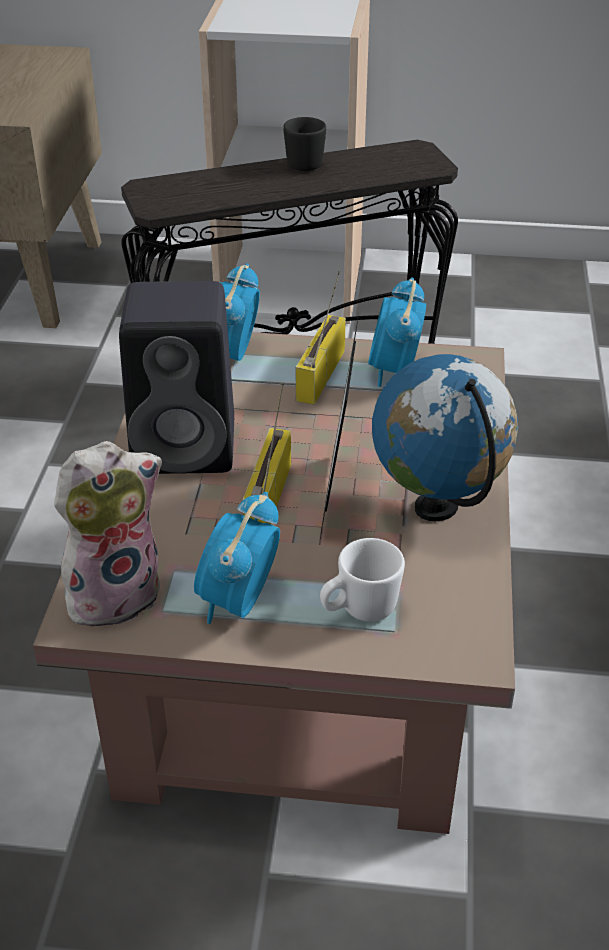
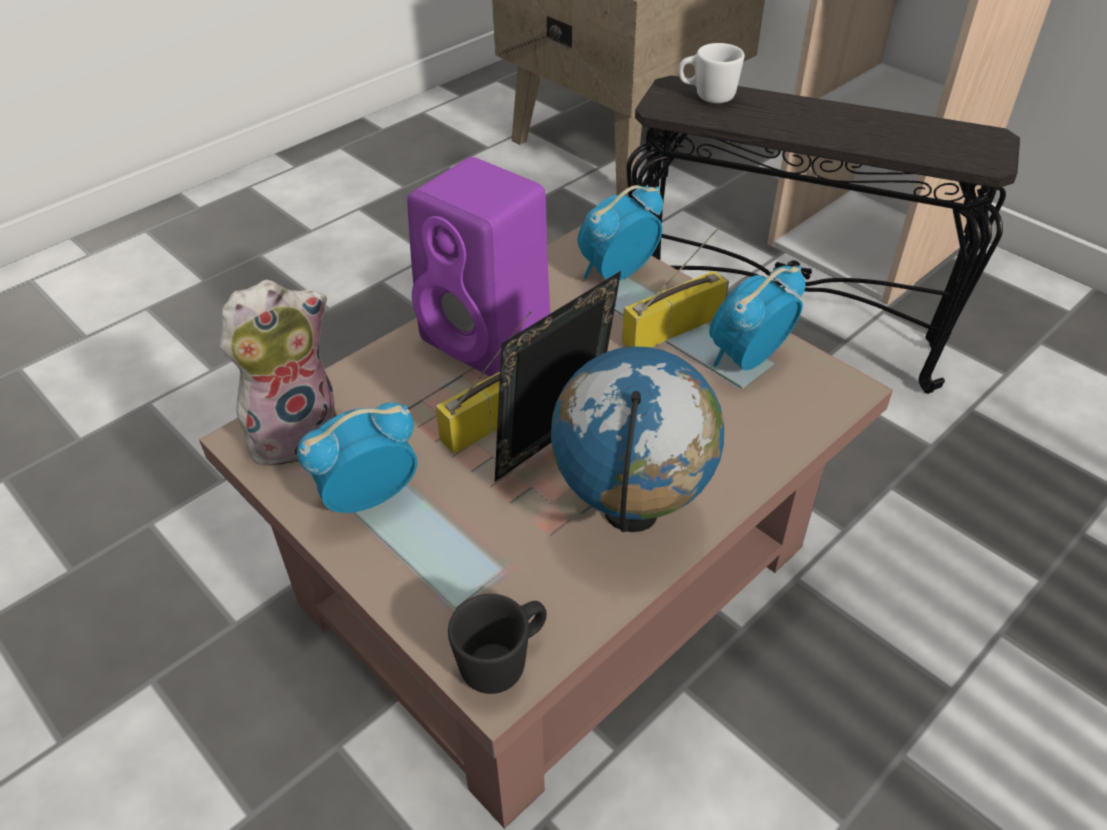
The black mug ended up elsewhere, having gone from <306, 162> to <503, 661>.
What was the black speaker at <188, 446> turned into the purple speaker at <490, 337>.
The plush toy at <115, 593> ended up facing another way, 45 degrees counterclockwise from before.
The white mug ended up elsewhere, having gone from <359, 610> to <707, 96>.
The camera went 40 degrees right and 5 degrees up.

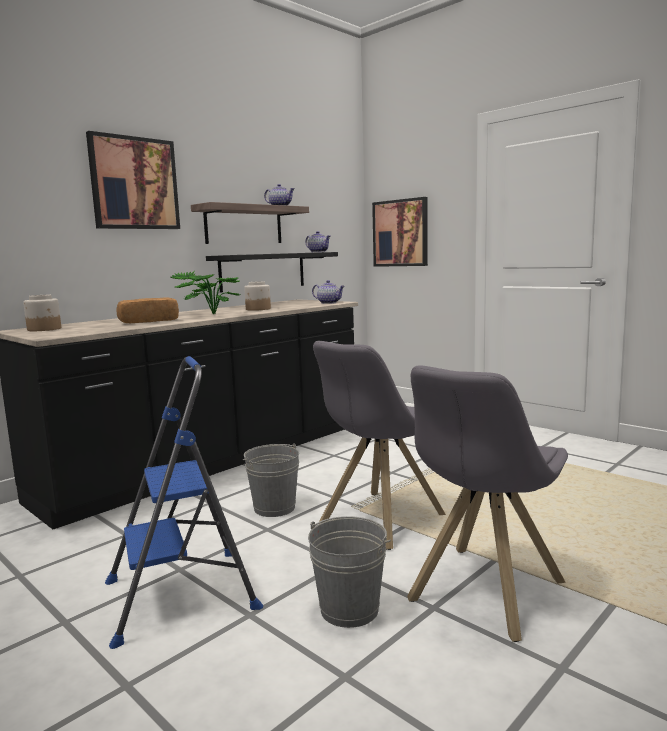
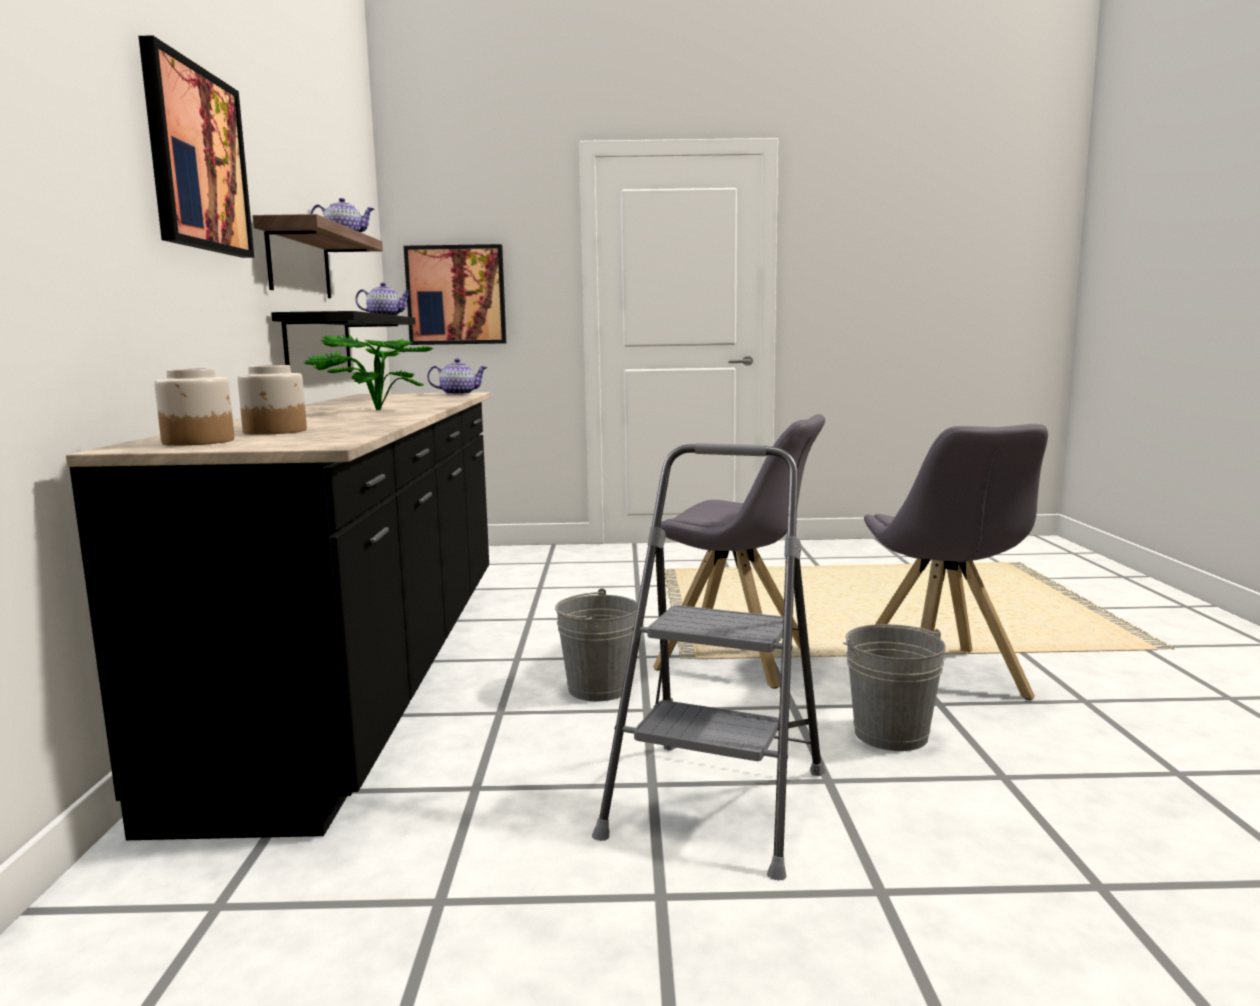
The jar ended up elsewhere, having gone from <258, 309> to <275, 431>.
The second view lost the bread at <149, 321>.
The grey chair at <380, 519> ended up facing another way, 60 degrees counterclockwise from before.
What was the blue step ladder at <186, 592> turned into the grey step ladder at <719, 797>.
The camera went 45 degrees left and 0 degrees up.

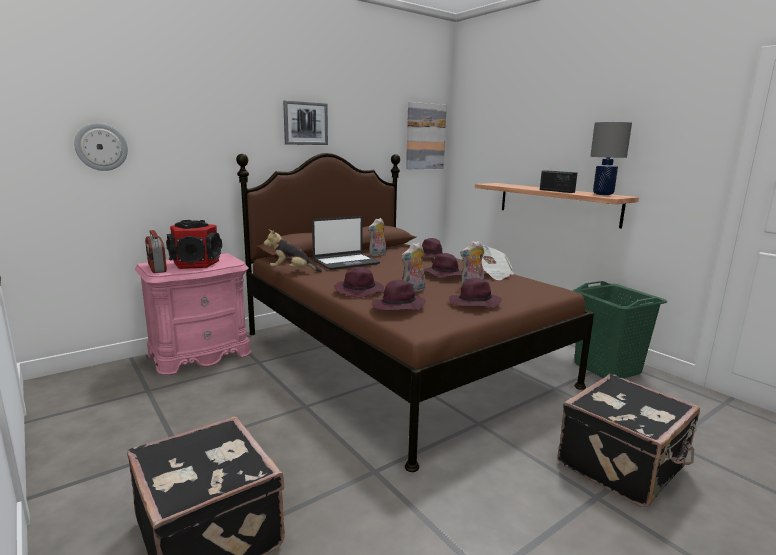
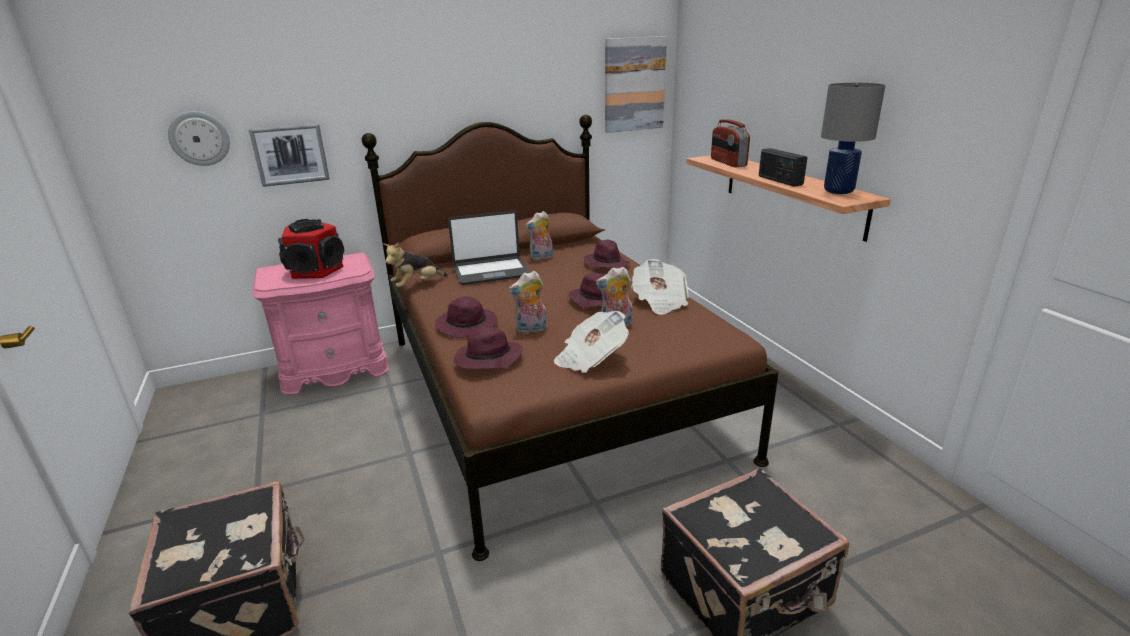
The picture ended up elsewhere, having gone from <305, 123> to <290, 154>.
The plush toy at <292, 271> ended up facing another way, 60 degrees counterclockwise from before.
The radio ended up elsewhere, having gone from <156, 268> to <727, 163>.
Where the purple hat stood at <474, 304>, the newspaper came to stand at <590, 358>.
The second view lost the green laundry basket at <607, 368>.
The camera went 15 degrees right and 10 degrees up.

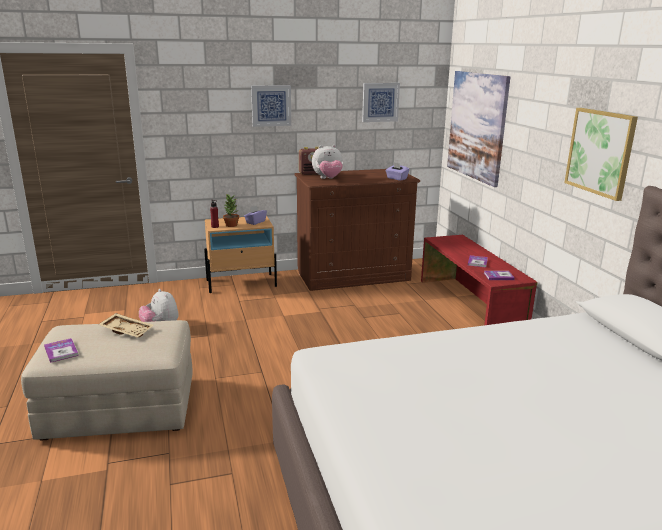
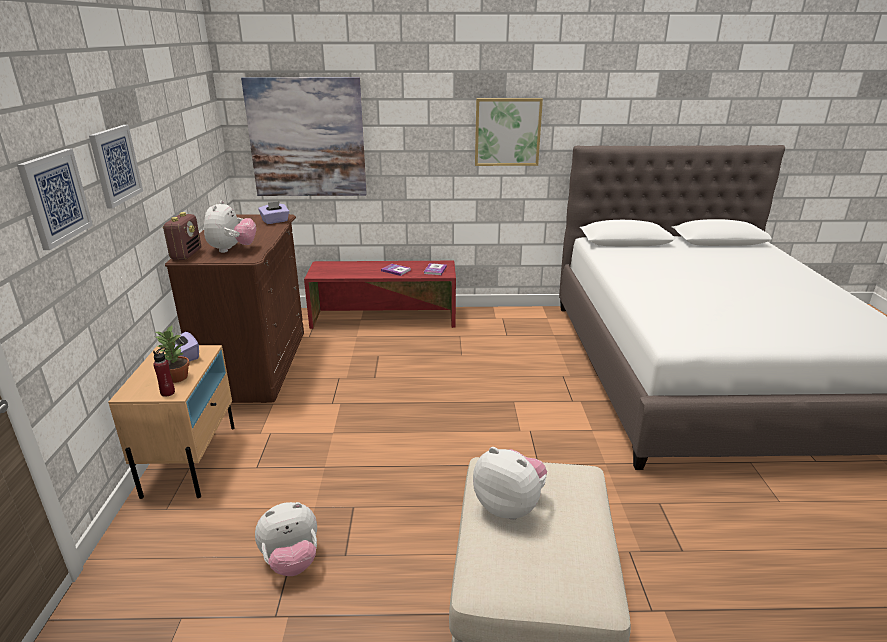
The picture ended up elsewhere, having gone from <380, 102> to <55, 197>.
Where the beige tray stood at <127, 330>, the plush toy came to stand at <509, 505>.
The second view lost the book at <61, 351>.
The camera went 75 degrees left and 5 degrees up.

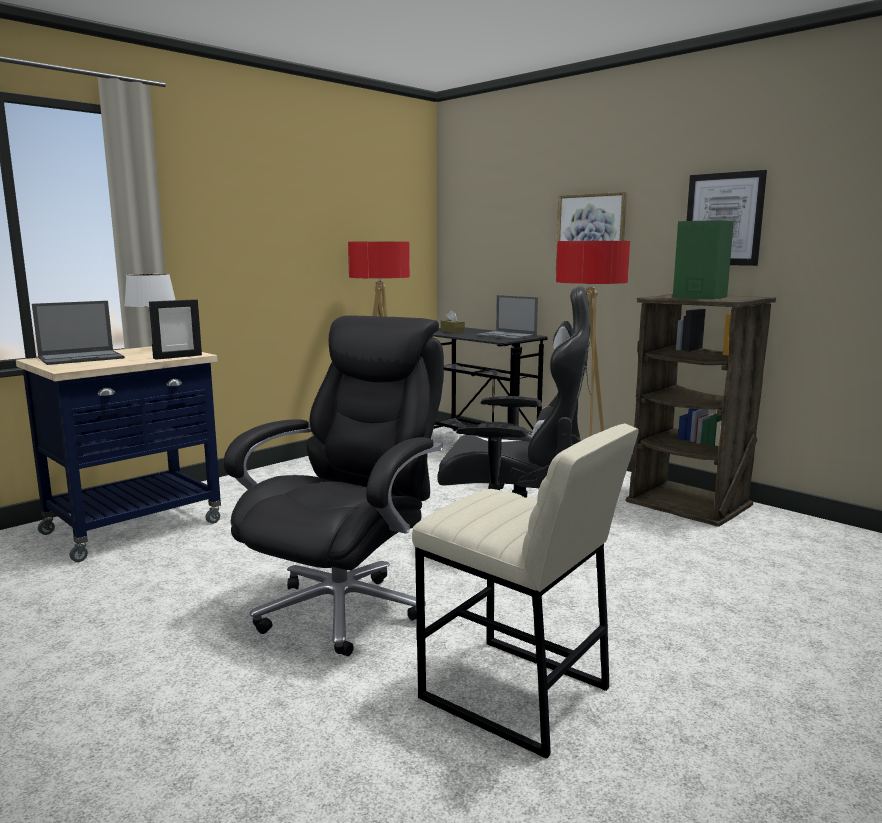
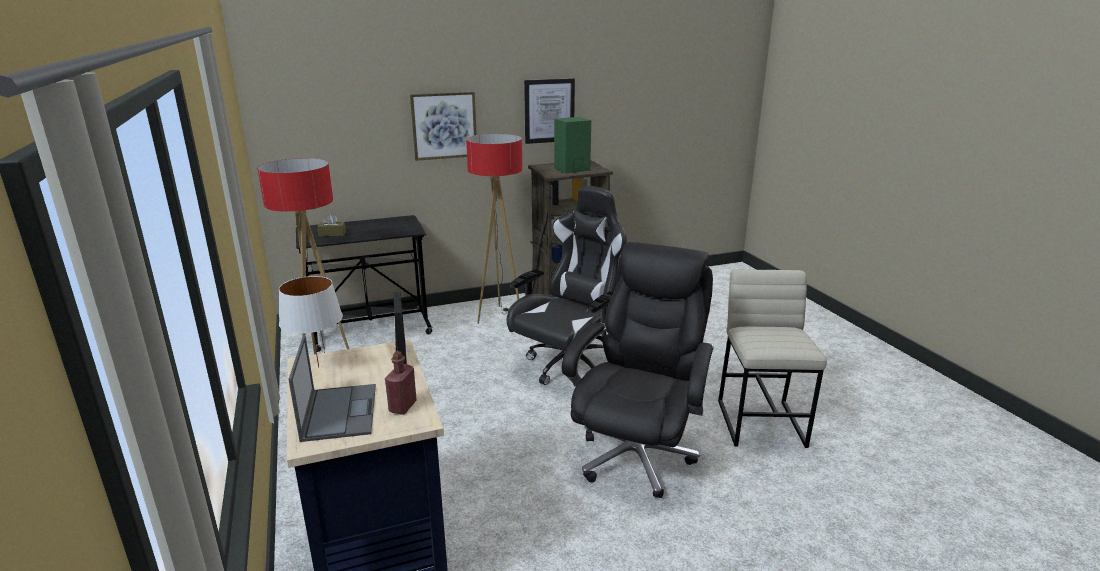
The second view lost the laptop at <506, 336>.
The black office chair at <346, 607> ended up facing another way, 60 degrees clockwise from before.
The beige chair at <519, 695> ended up facing another way, 60 degrees counterclockwise from before.
The second view gained the red bottle at <403, 407>.
The camera went 65 degrees left and 10 degrees up.

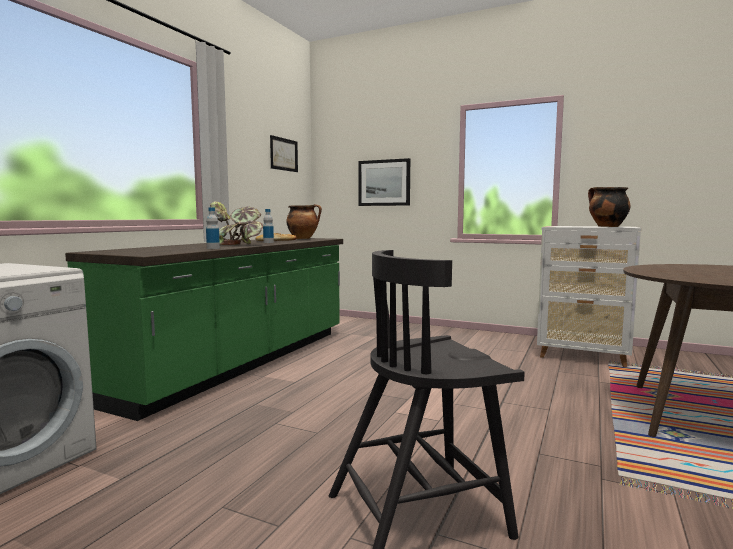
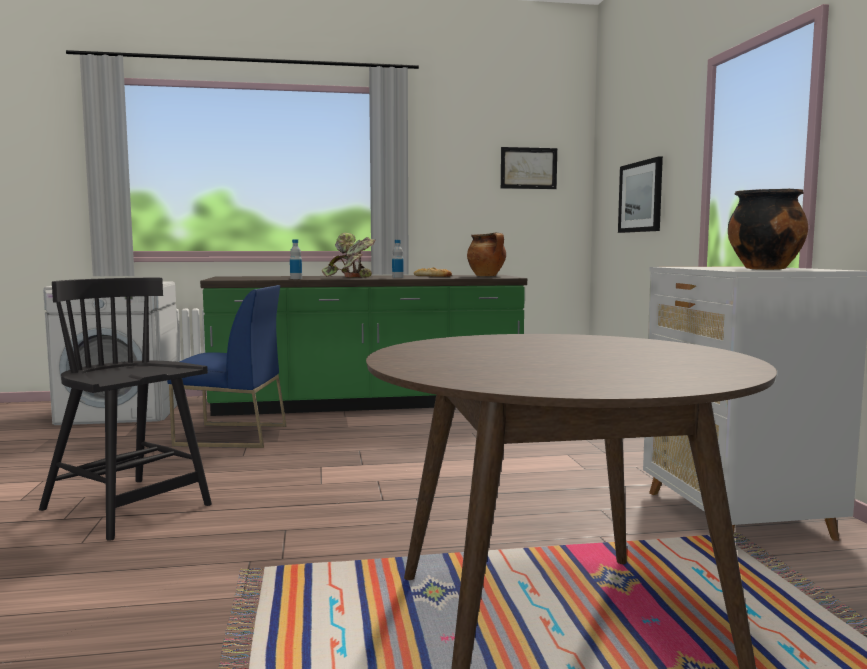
The second view gained the blue chair at <230, 436>.
The camera went 55 degrees right and 0 degrees up.

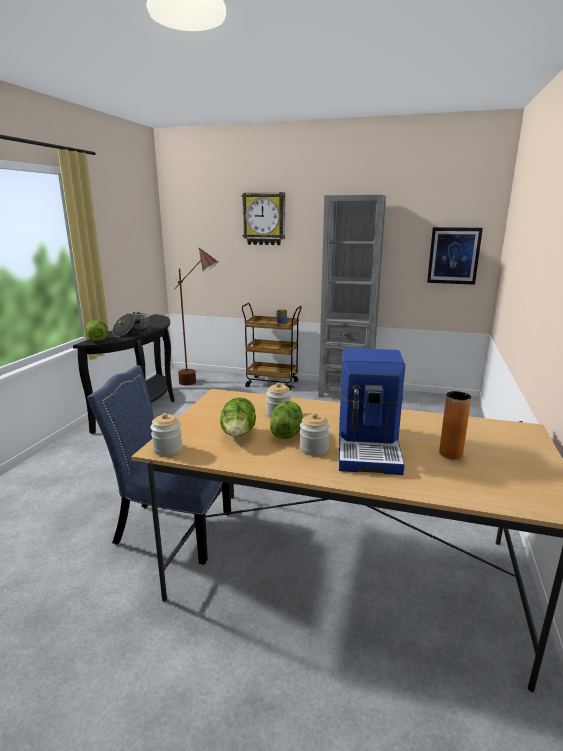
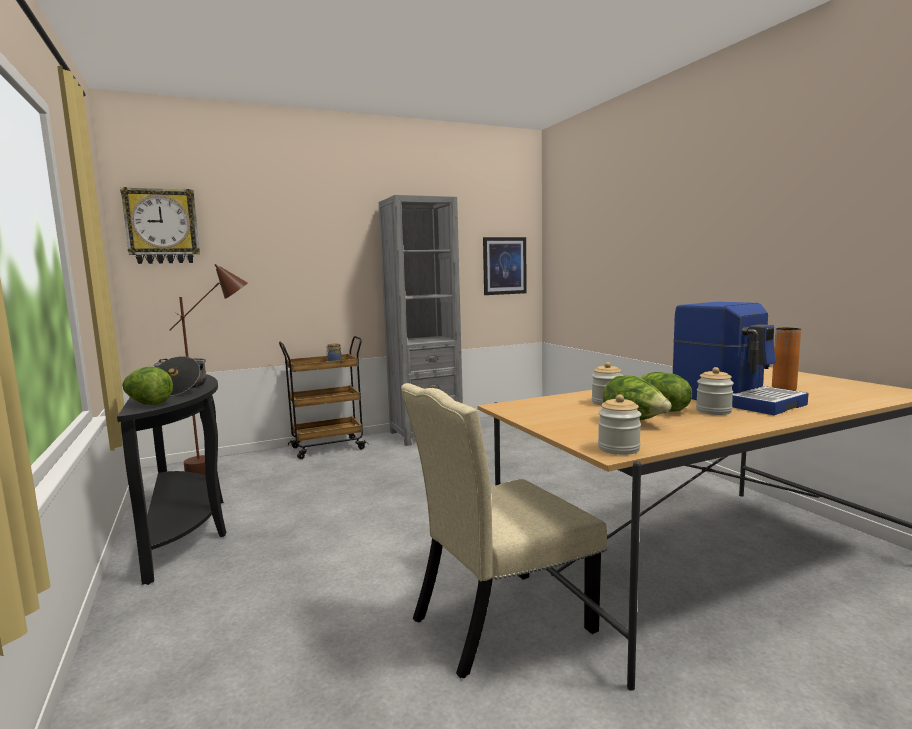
The wall clock ended up elsewhere, having gone from <264, 219> to <162, 226>.
What was the blue chair at <175, 530> turned into the beige chair at <503, 621>.
The camera went 40 degrees left and 10 degrees down.

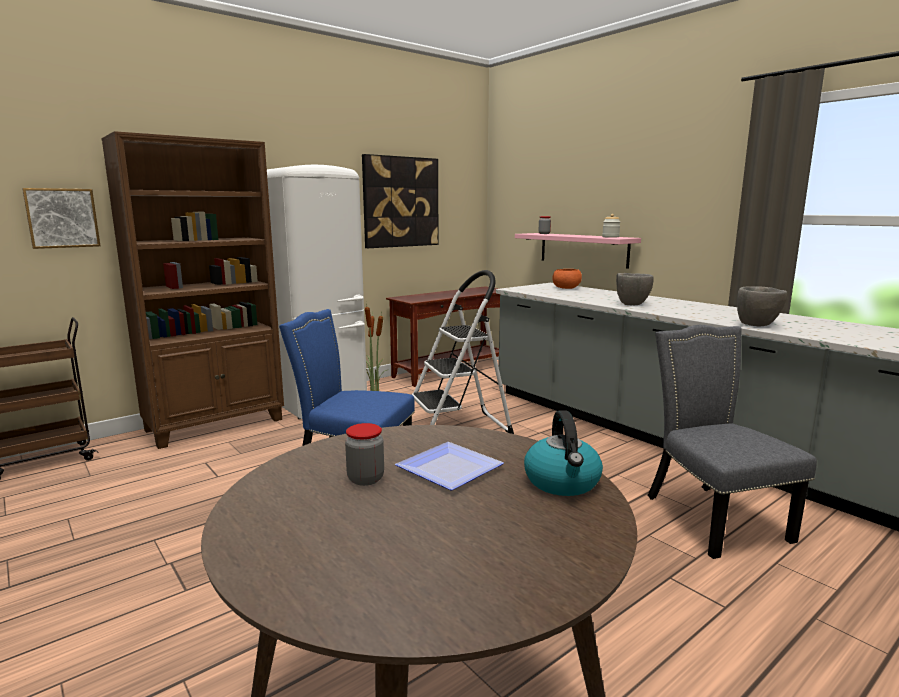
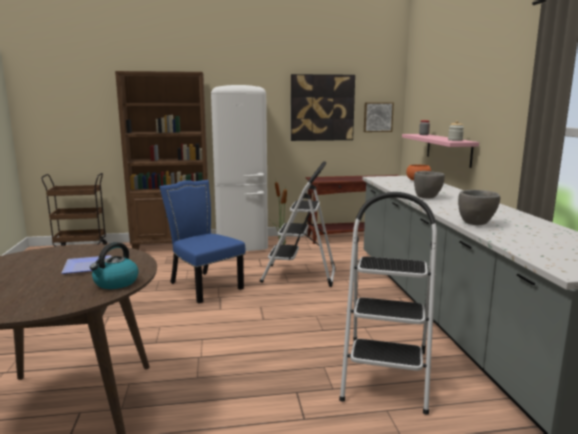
The picture ended up elsewhere, having gone from <62, 218> to <378, 117>.
Where the grey chair stood at <715, 520>, the step ladder came to stand at <387, 373>.
The second view lost the jar at <365, 479>.
The camera went 30 degrees right and 0 degrees up.

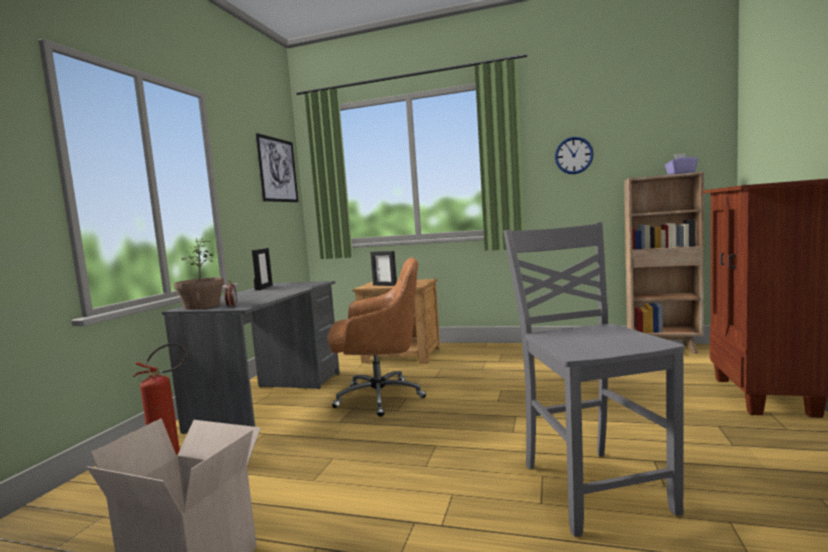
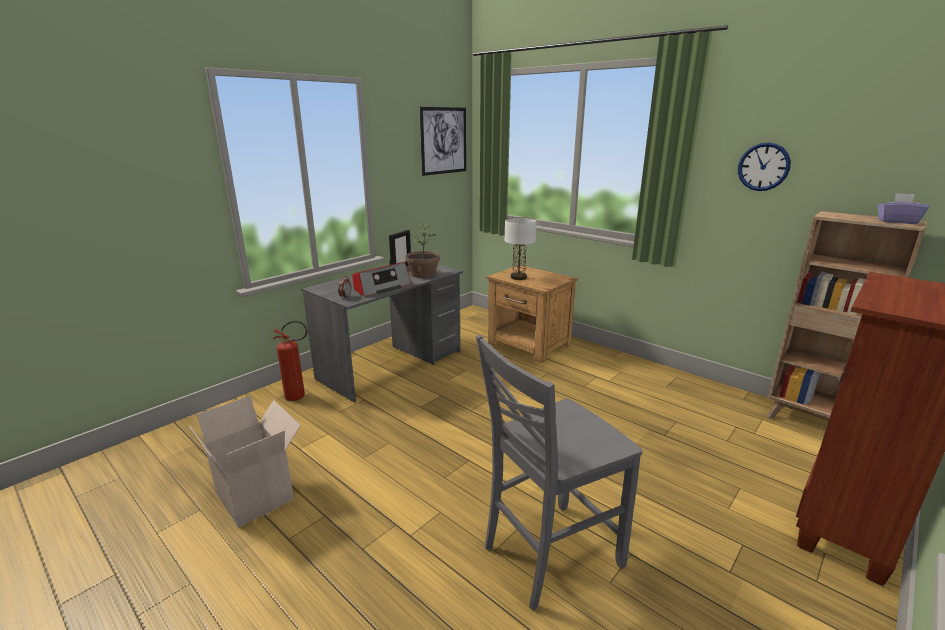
The grey chair at <592, 487> ended up facing another way, 135 degrees counterclockwise from before.
The potted plant ended up elsewhere, having gone from <202, 306> to <423, 274>.
Where the picture frame stood at <385, 285>, the table lamp came to stand at <518, 277>.
The second view lost the brown office chair at <379, 397>.
The second view gained the radio at <381, 287>.
The camera went 25 degrees right and 15 degrees up.

